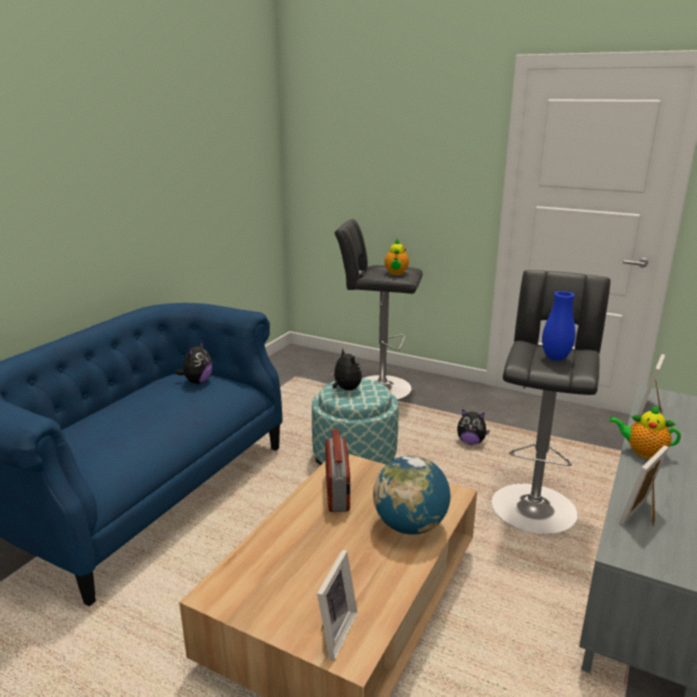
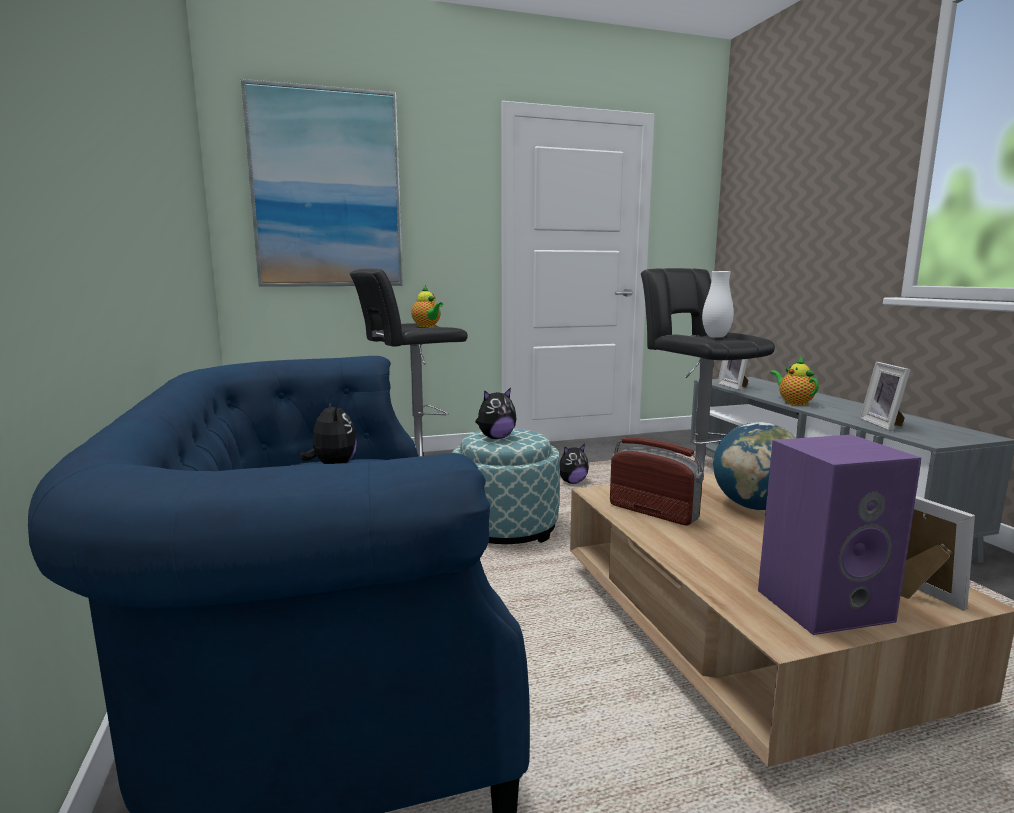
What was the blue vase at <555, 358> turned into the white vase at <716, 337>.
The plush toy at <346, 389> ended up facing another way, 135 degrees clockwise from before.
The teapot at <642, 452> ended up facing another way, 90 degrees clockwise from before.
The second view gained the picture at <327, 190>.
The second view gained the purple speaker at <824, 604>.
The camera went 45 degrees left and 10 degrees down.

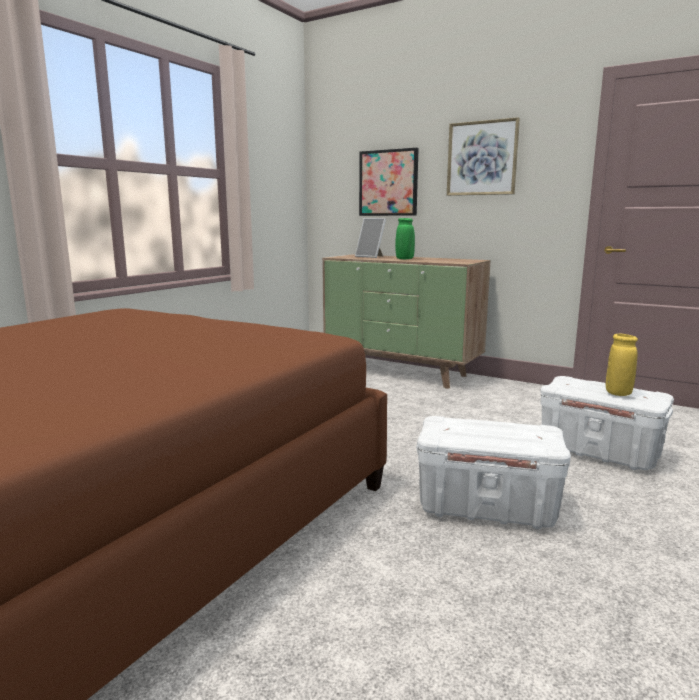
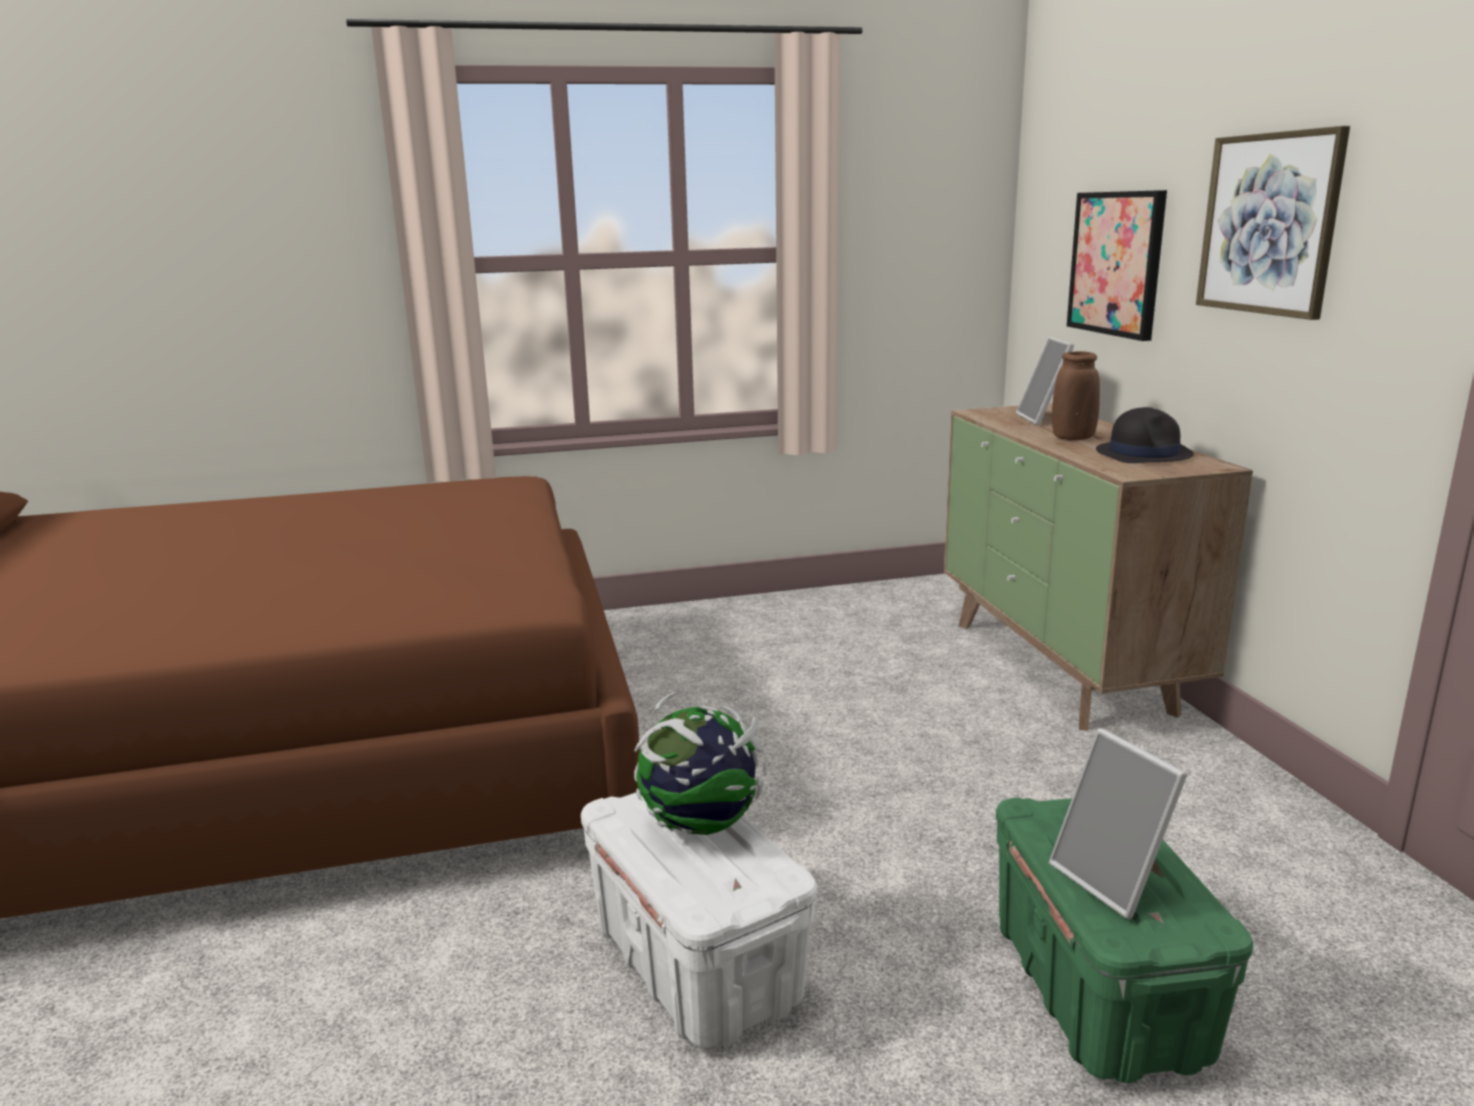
What was the green vase at <404, 259> turned into the brown vase at <1073, 438>.
Where the yellow vase stood at <618, 393>, the picture frame came to stand at <1114, 880>.
What was the white storage box at <599, 452> turned into the green storage box at <1099, 992>.
The second view gained the black hat at <1143, 453>.
The second view gained the globe at <701, 825>.
The camera went 45 degrees right and 5 degrees up.

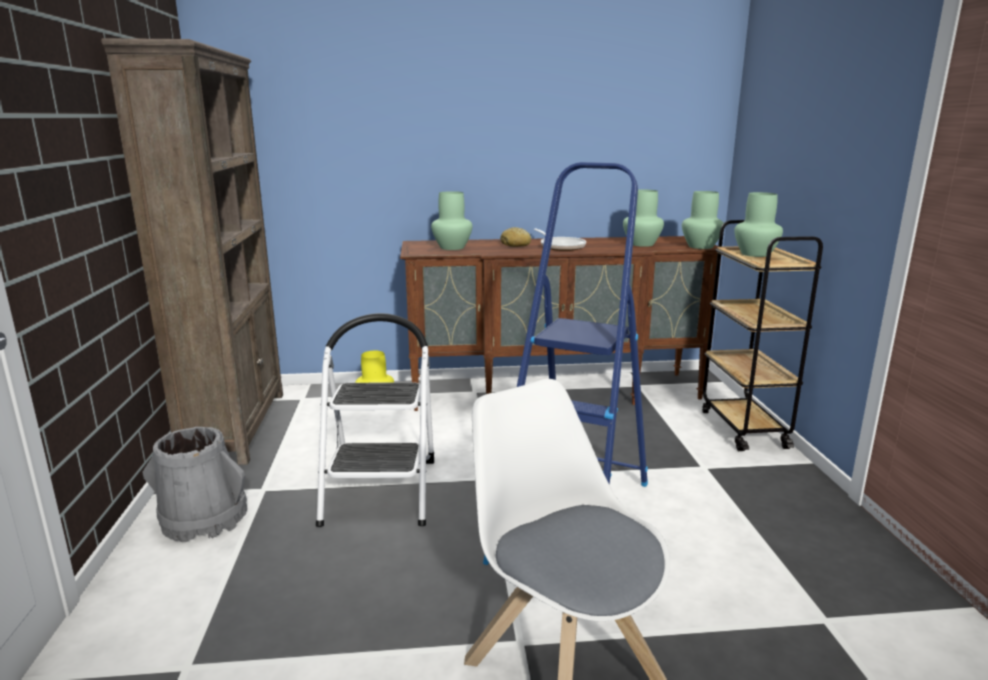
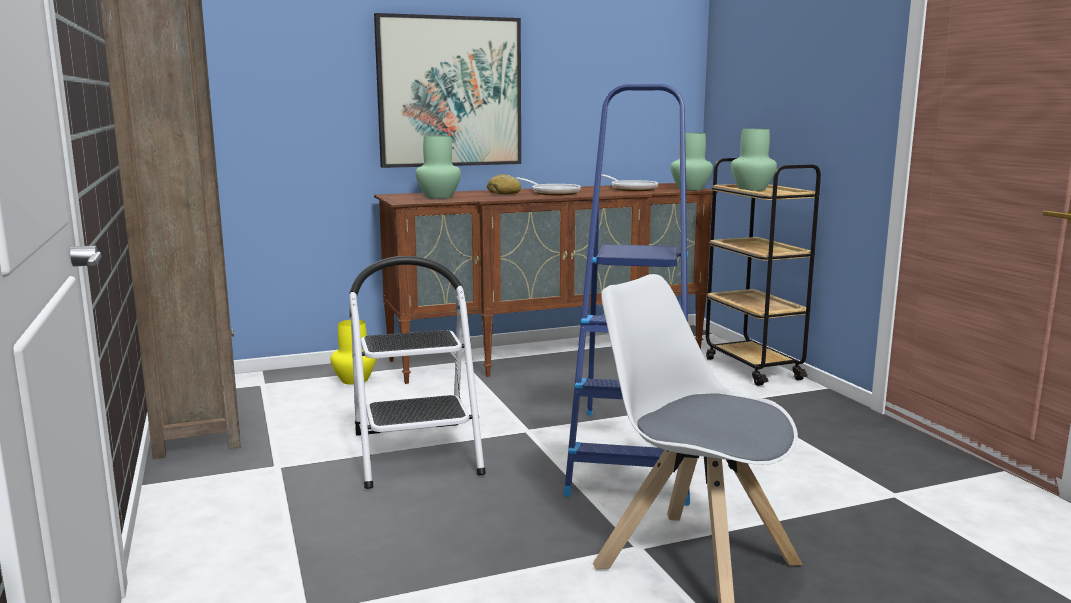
Where the green vase stood at <641, 244>, the frying pan came to stand at <631, 189>.
The second view lost the grey bucket at <203, 518>.
The second view gained the picture at <449, 92>.
The camera went 15 degrees left and 5 degrees down.

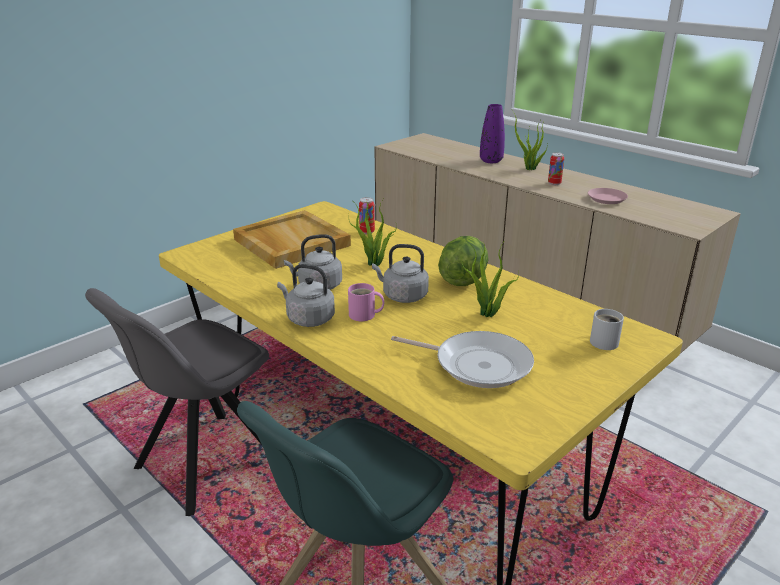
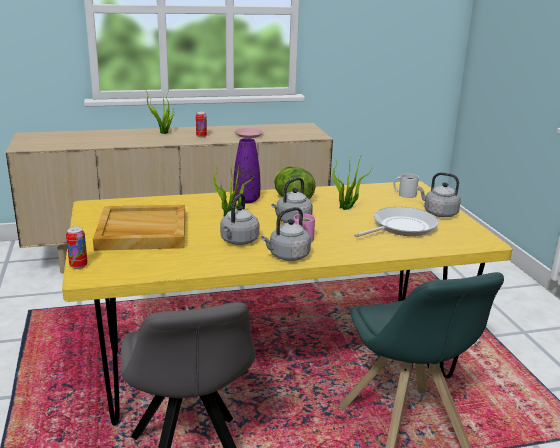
The purple vase ended up elsewhere, having gone from <491, 161> to <246, 200>.
The can ended up elsewhere, having gone from <367, 232> to <78, 266>.
The second view gained the grey kettle at <438, 213>.
The camera went 60 degrees left and 5 degrees down.

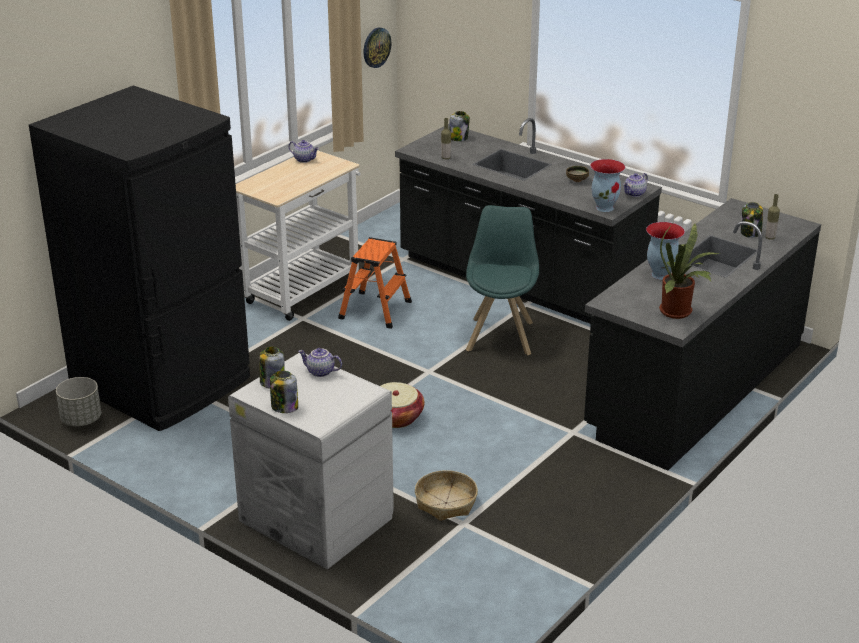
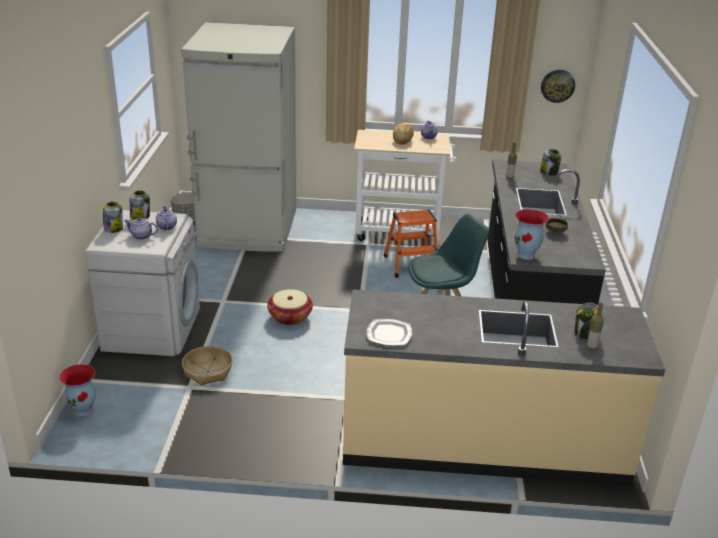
What was the black fridge at <162, 381> turned into the white fridge at <248, 227>.
The teapot ended up elsewhere, having gone from <634, 194> to <141, 236>.
What was the black counter at <694, 386> turned into the beige counter at <483, 441>.
The vase ended up elsewhere, having gone from <660, 274> to <84, 410>.
Where the potted plant stood at <679, 312>, the plate came to stand at <388, 334>.
The second view gained the bread at <402, 140>.
The camera went 55 degrees right and 0 degrees up.

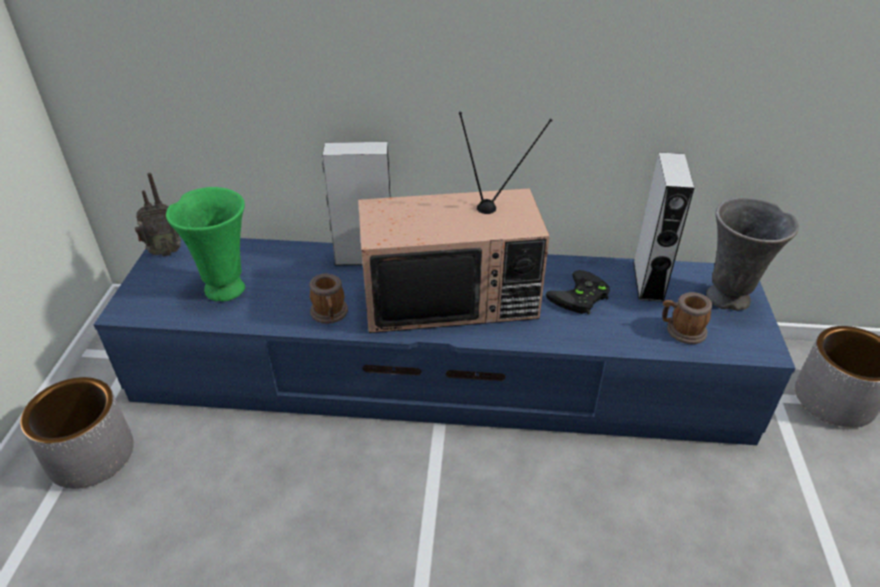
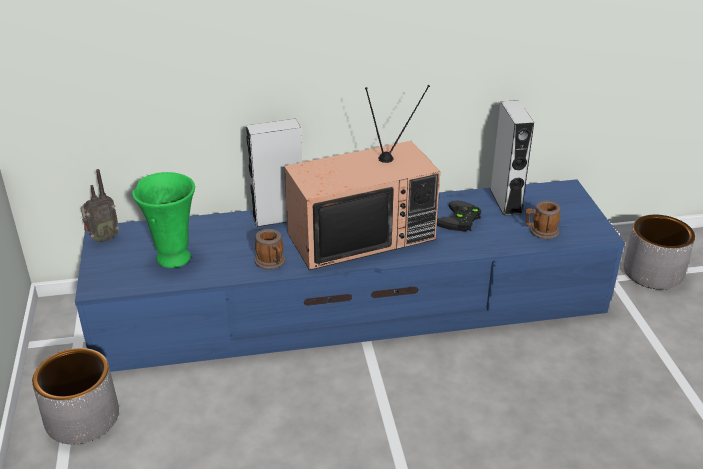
The second view lost the grey vase at <729, 299>.
The camera went 15 degrees left and 5 degrees down.

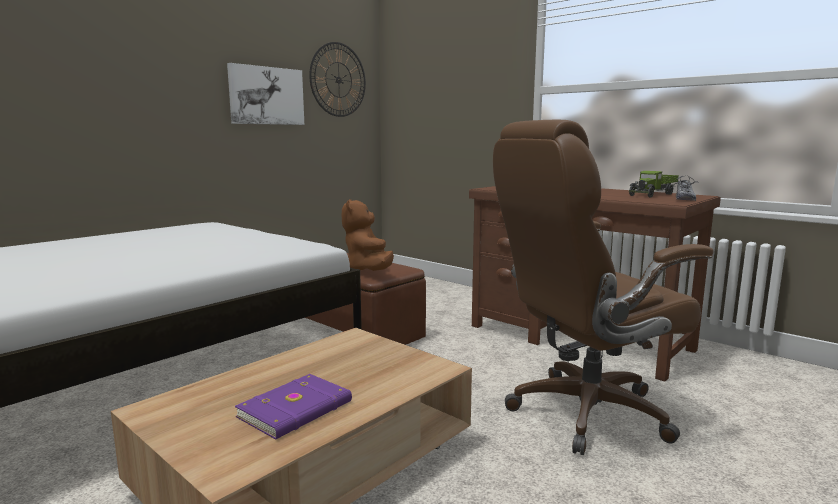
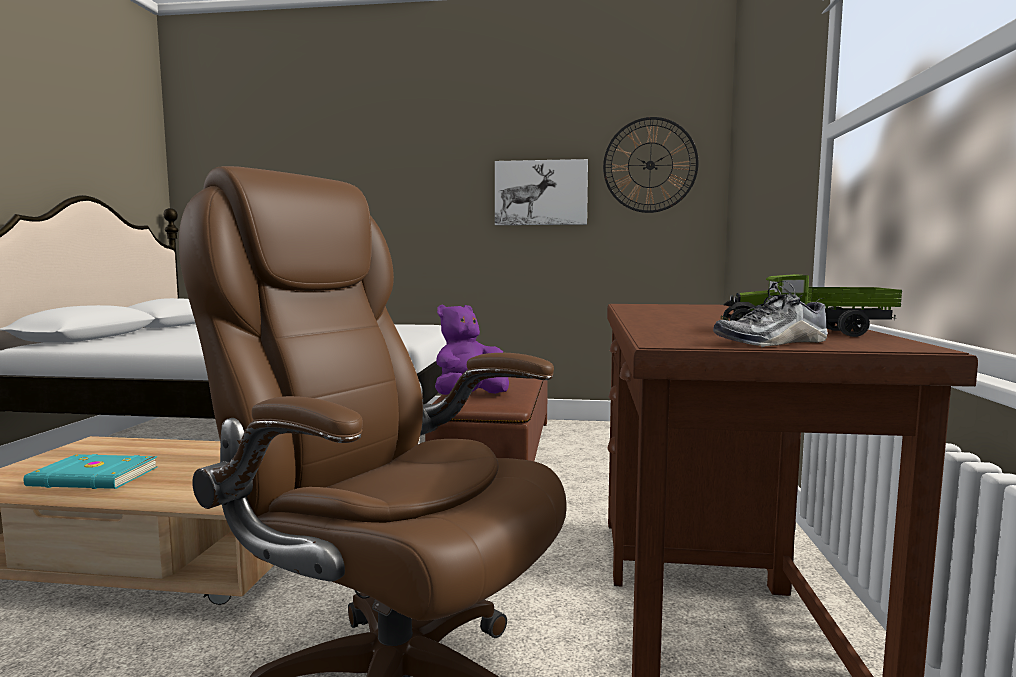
What was the brown plush toy at <368, 271> turned into the purple plush toy at <469, 397>.
What was the purple book at <297, 410> turned into the turquoise book at <93, 477>.
The camera went 55 degrees right and 5 degrees down.

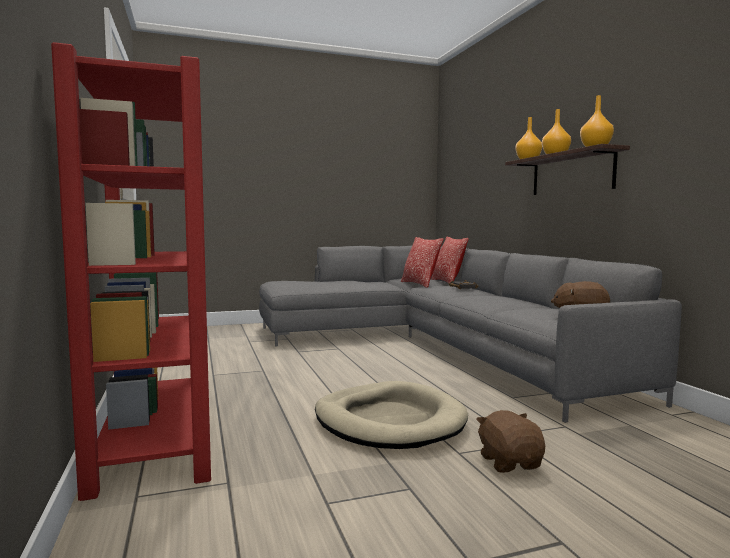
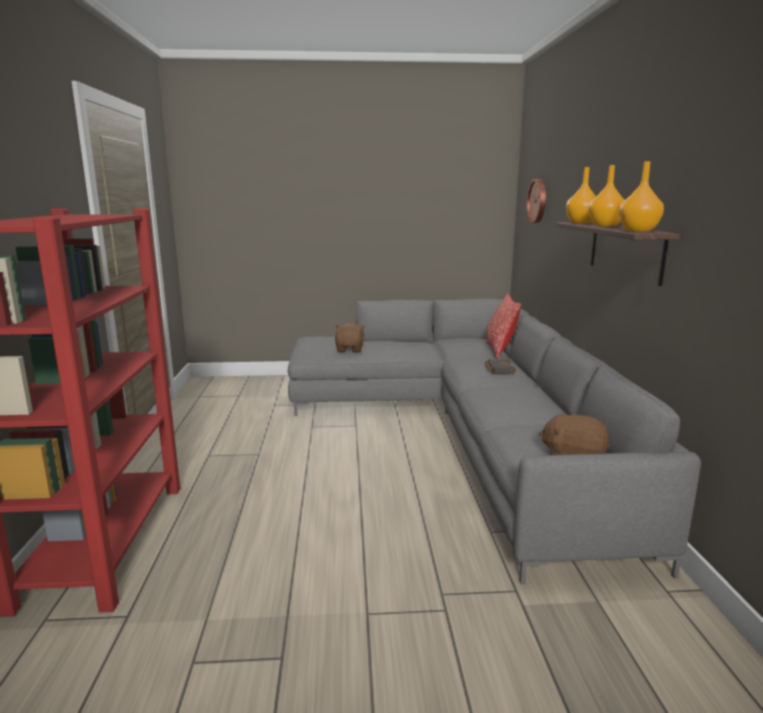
The second view lost the pillow at <420, 284>.
The second view lost the beige dog bed at <389, 421>.
The brown plush toy ended up elsewhere, having gone from <510, 462> to <350, 349>.
The second view gained the wall clock at <538, 201>.
The camera went 15 degrees right and 10 degrees up.

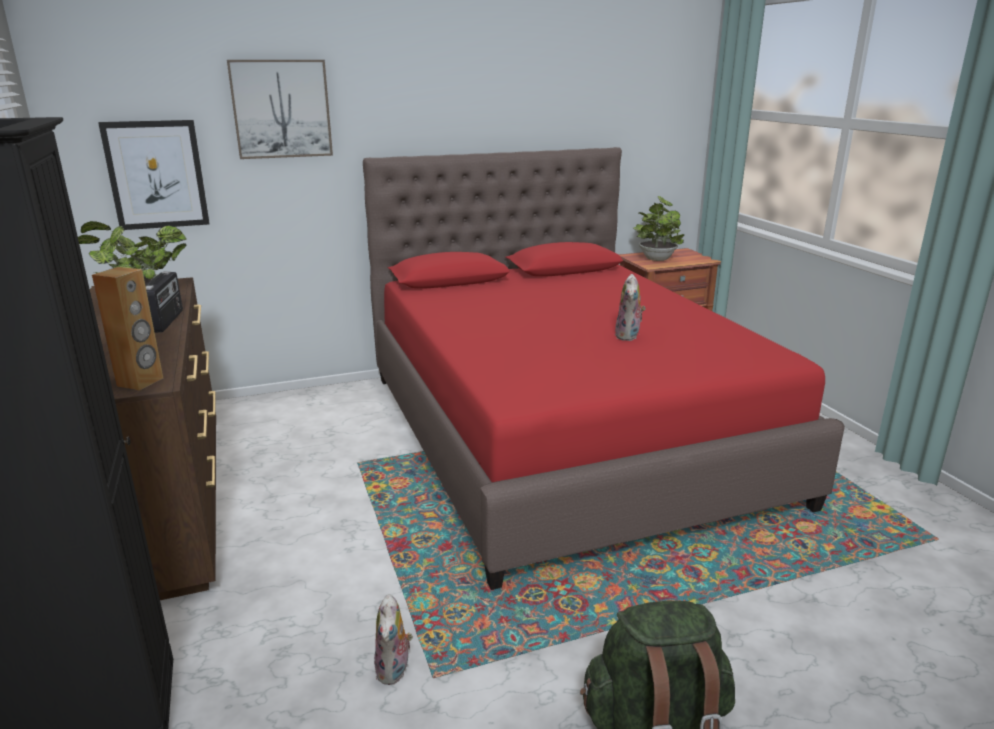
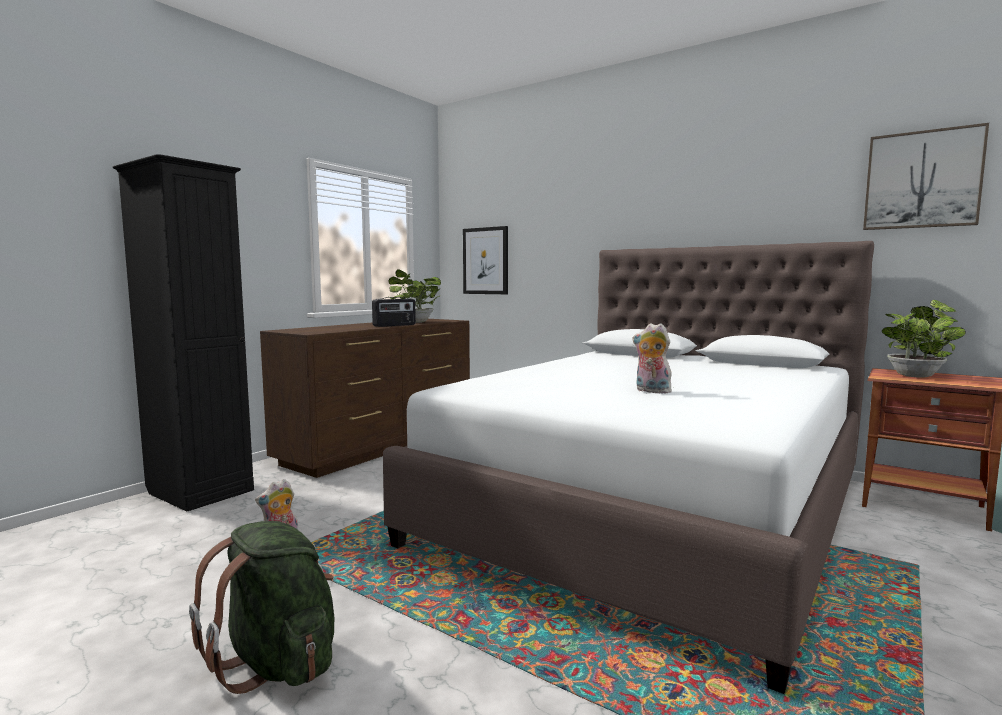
The picture ended up elsewhere, having gone from <281, 109> to <922, 180>.
What was the red bed at <563, 435> turned into the white bed at <652, 510>.
The second view lost the brown speaker at <140, 382>.
The plush toy at <629, 336> ended up facing another way, 60 degrees clockwise from before.
The camera went 55 degrees right and 15 degrees down.

